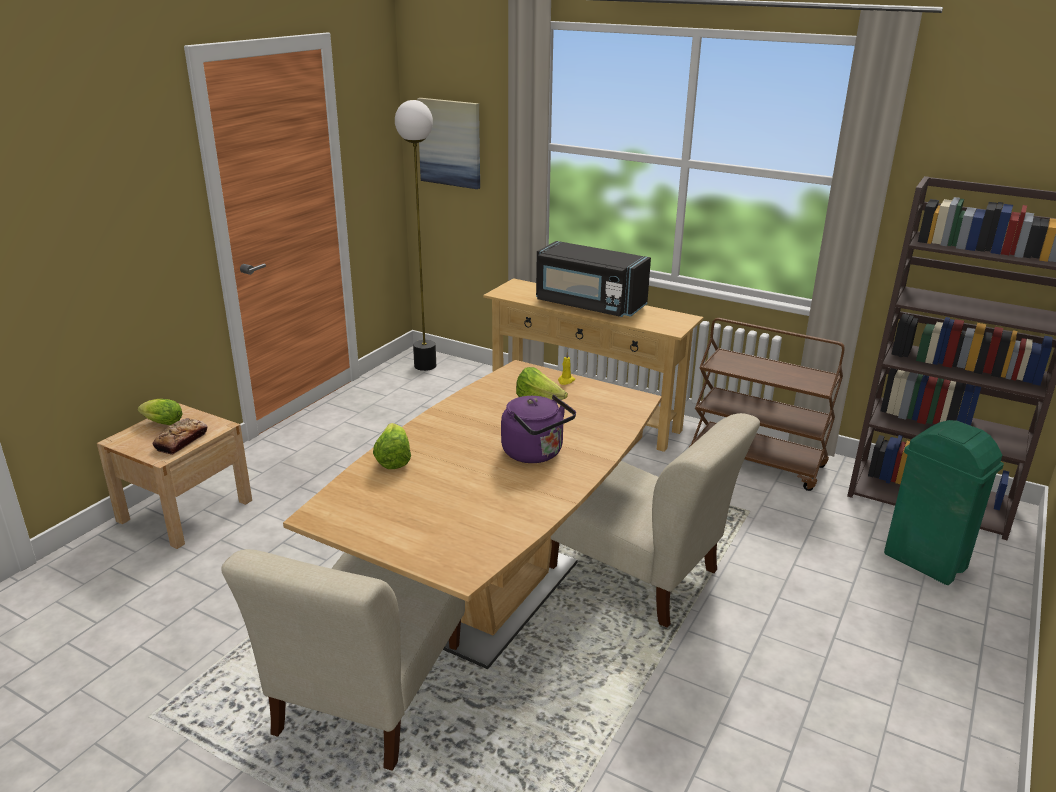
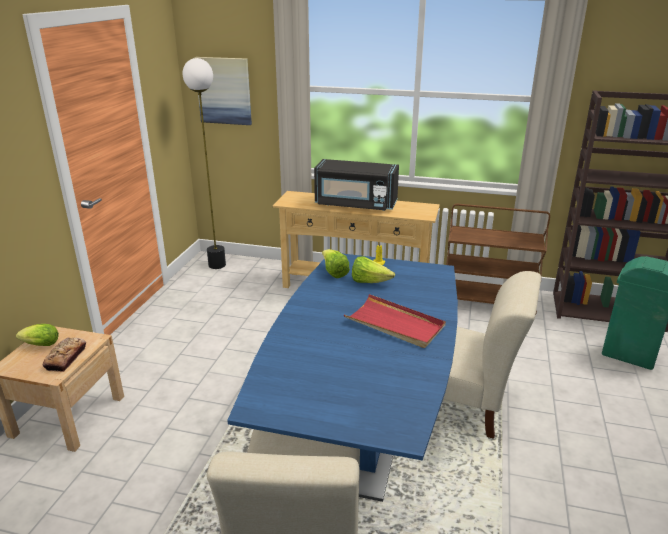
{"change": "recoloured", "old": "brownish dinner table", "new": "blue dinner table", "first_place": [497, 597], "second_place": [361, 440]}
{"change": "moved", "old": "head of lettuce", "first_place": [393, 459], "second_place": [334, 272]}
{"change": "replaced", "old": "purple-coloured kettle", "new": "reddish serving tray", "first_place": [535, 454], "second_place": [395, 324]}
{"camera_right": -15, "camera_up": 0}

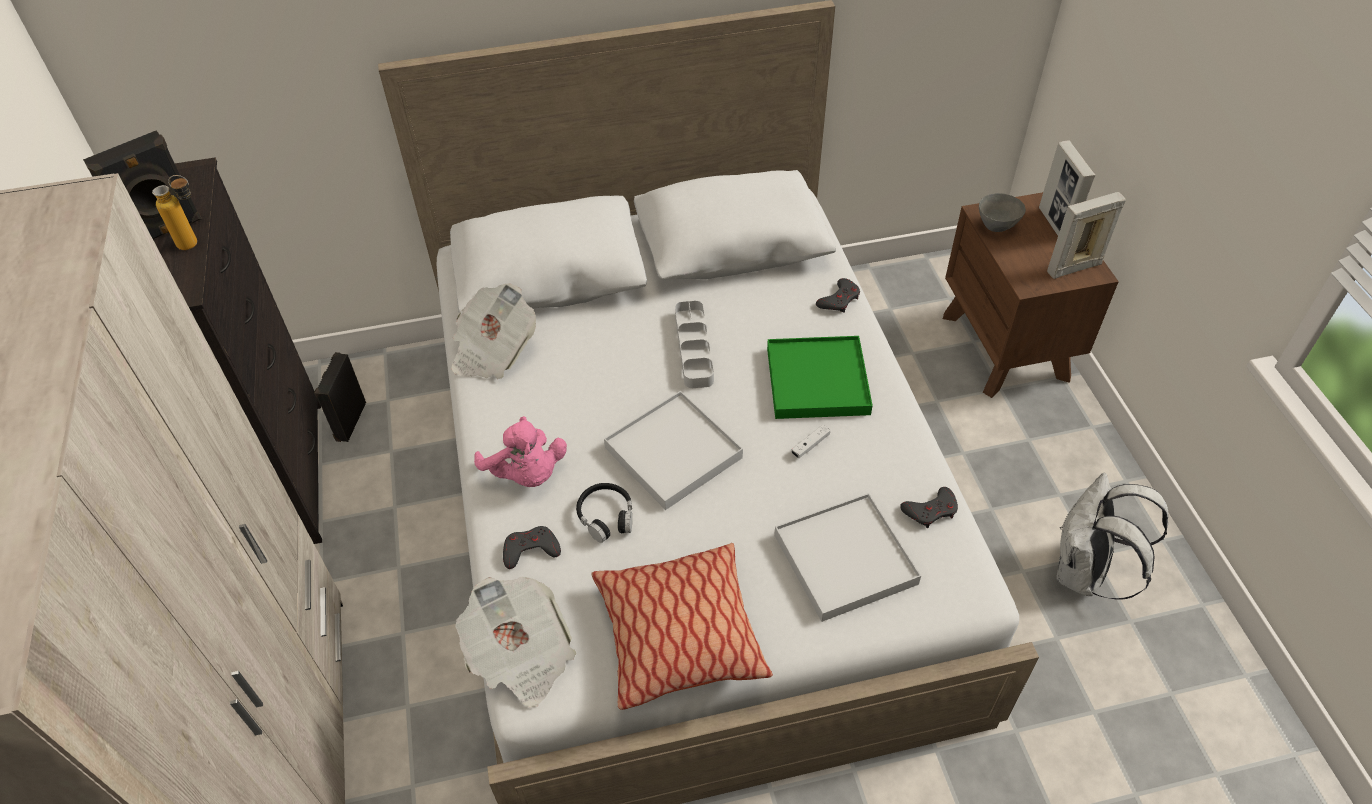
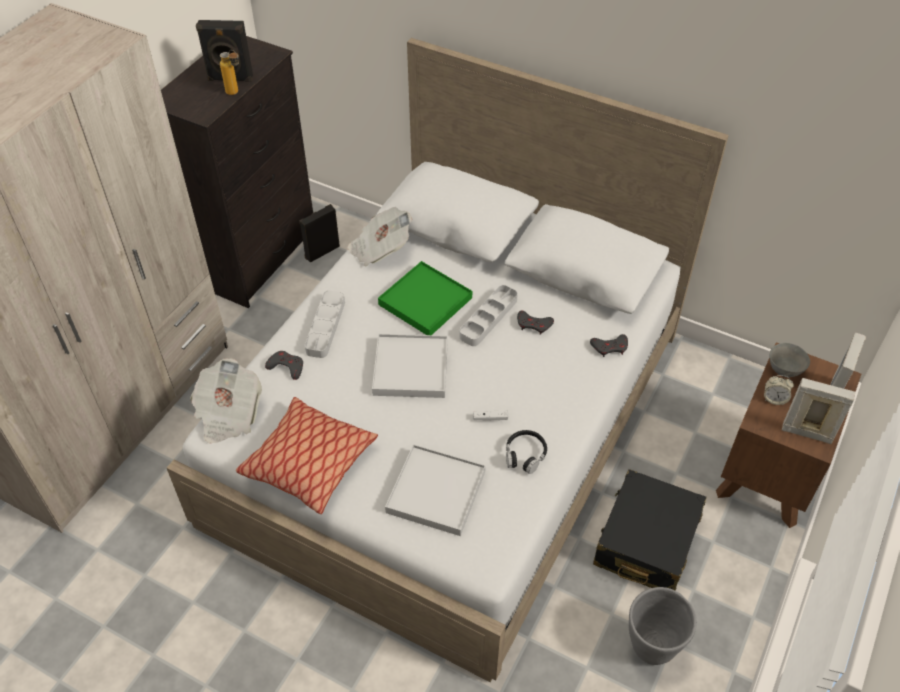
{"change": "replaced", "old": "pink-coloured plush toy", "new": "grey serving tray", "first_place": [526, 474], "second_place": [325, 326]}
{"change": "moved", "old": "green serving tray", "first_place": [817, 381], "second_place": [425, 301]}
{"change": "moved", "old": "blackish headphones", "first_place": [606, 516], "second_place": [525, 455]}
{"change": "moved", "old": "grey gamepad", "first_place": [931, 510], "second_place": [534, 324]}
{"change": "added", "new": "blackish travel case", "second_place": [646, 542]}
{"change": "replaced", "old": "whitish backpack", "new": "grey plant pot", "first_place": [1084, 573], "second_place": [651, 647]}
{"change": "added", "new": "alarm clock", "second_place": [774, 399]}
{"camera_right": 40, "camera_up": 0}

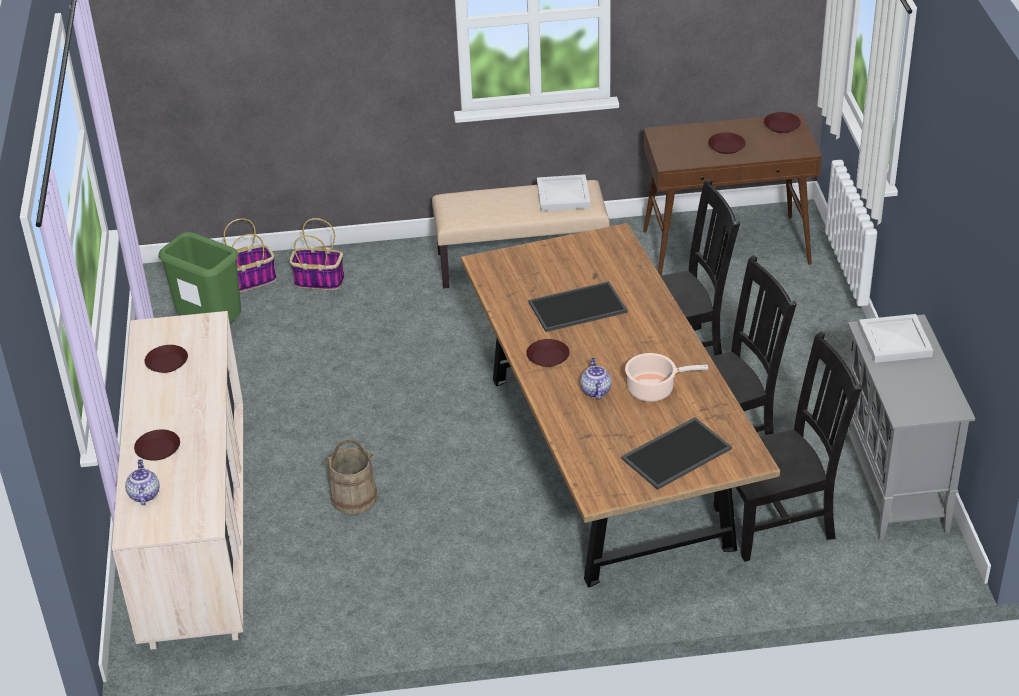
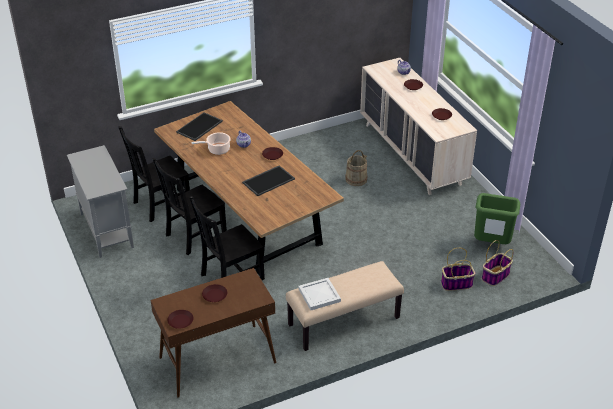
{"change": "removed", "old": "whitish serving tray", "first_place": [893, 340]}
{"camera_right": 160, "camera_up": 0}

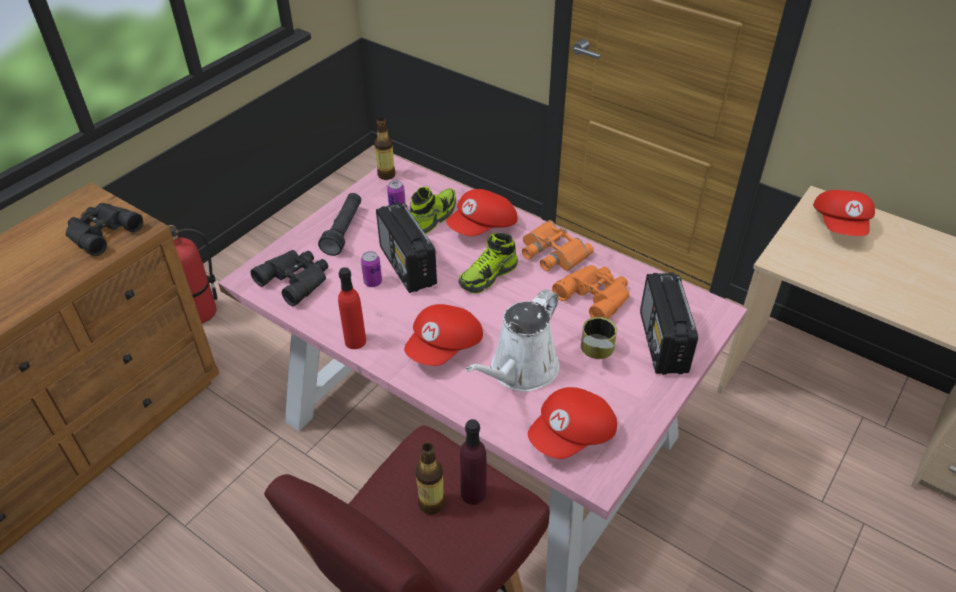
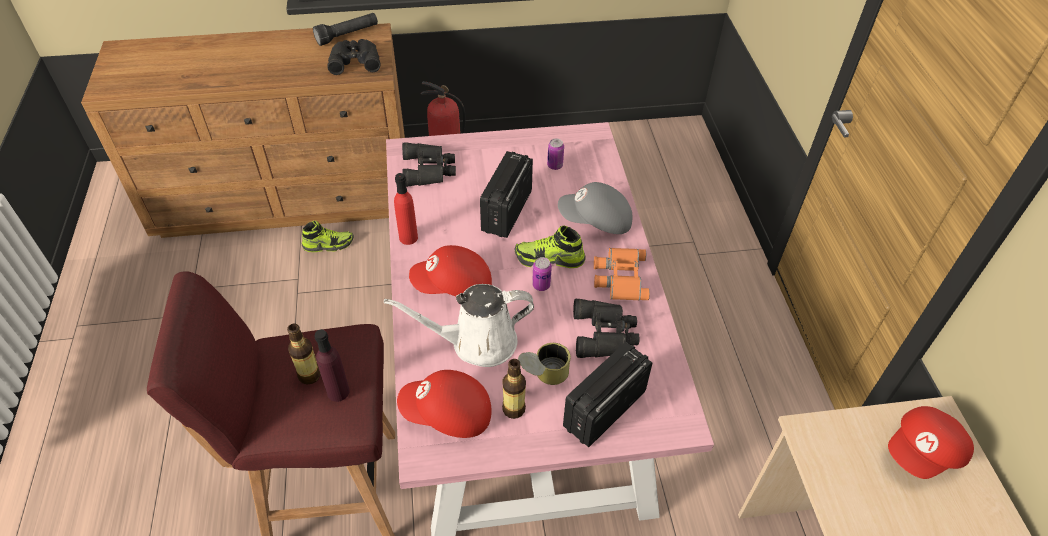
{"change": "moved", "old": "item of footwear", "first_place": [433, 217], "second_place": [328, 244]}
{"change": "moved", "old": "blackish hand torch", "first_place": [344, 230], "second_place": [347, 35]}
{"change": "moved", "old": "bottle", "first_place": [386, 175], "second_place": [513, 409]}
{"change": "moved", "old": "sealed can", "first_place": [373, 282], "second_place": [541, 285]}
{"change": "recoloured", "old": "reddish peaked cap", "new": "grey peaked cap", "first_place": [483, 227], "second_place": [596, 221]}
{"change": "recoloured", "old": "orangey binoculars", "new": "blackish binoculars", "first_place": [595, 295], "second_place": [605, 334]}
{"camera_right": 45, "camera_up": 5}

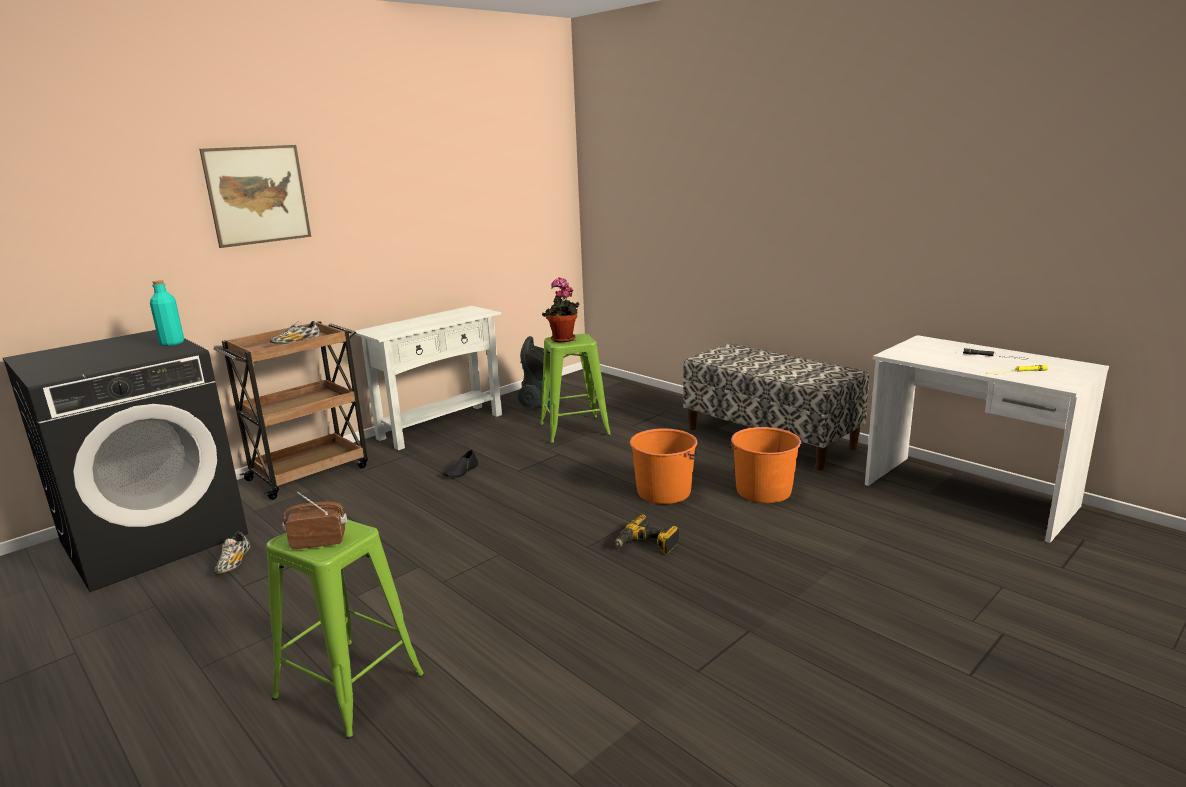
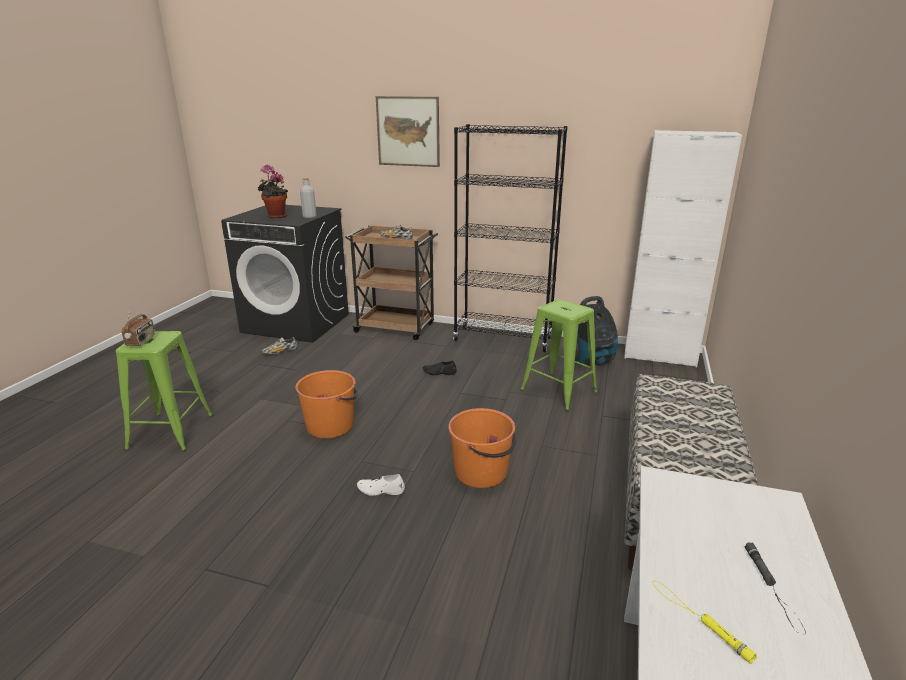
{"change": "turned", "old": "radio", "first_place": [319, 541], "second_place": [141, 341], "degrees": 45}
{"change": "moved", "old": "potted plant", "first_place": [563, 340], "second_place": [275, 216]}
{"change": "moved", "old": "orangey bucket", "first_place": [763, 491], "second_place": [331, 425]}
{"change": "recoloured", "old": "turquoise bottle", "new": "grey bottle", "first_place": [172, 343], "second_place": [309, 217]}
{"change": "replaced", "old": "drill", "new": "whitish item of footwear", "first_place": [647, 545], "second_place": [381, 490]}
{"change": "replaced", "old": "whitish console table", "new": "blackish shelving unit", "first_place": [441, 426], "second_place": [503, 339]}
{"change": "added", "new": "whitish storage cabinet", "second_place": [659, 356]}
{"camera_right": 60, "camera_up": 5}

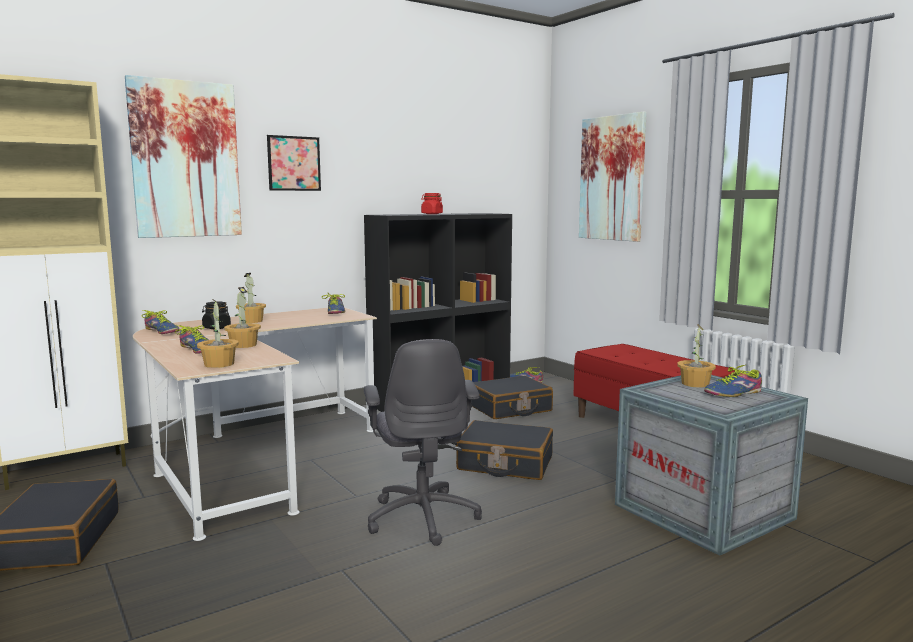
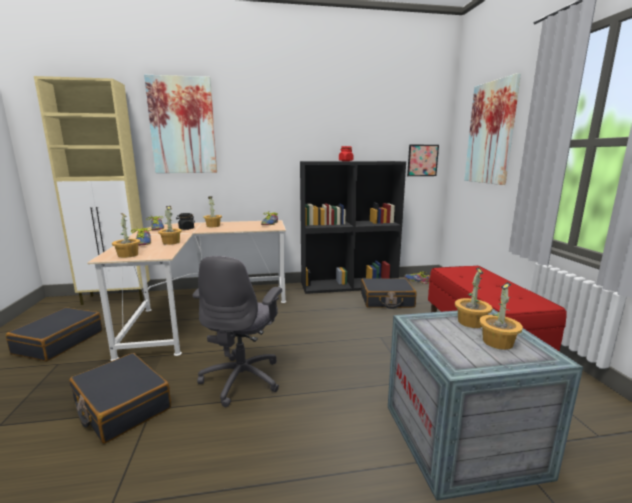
{"change": "moved", "old": "blackish travel case", "first_place": [505, 463], "second_place": [122, 406]}
{"change": "moved", "old": "wall art", "first_place": [294, 163], "second_place": [422, 160]}
{"change": "replaced", "old": "item of footwear", "new": "potted plant", "first_place": [733, 393], "second_place": [498, 342]}
{"camera_right": 25, "camera_up": 5}

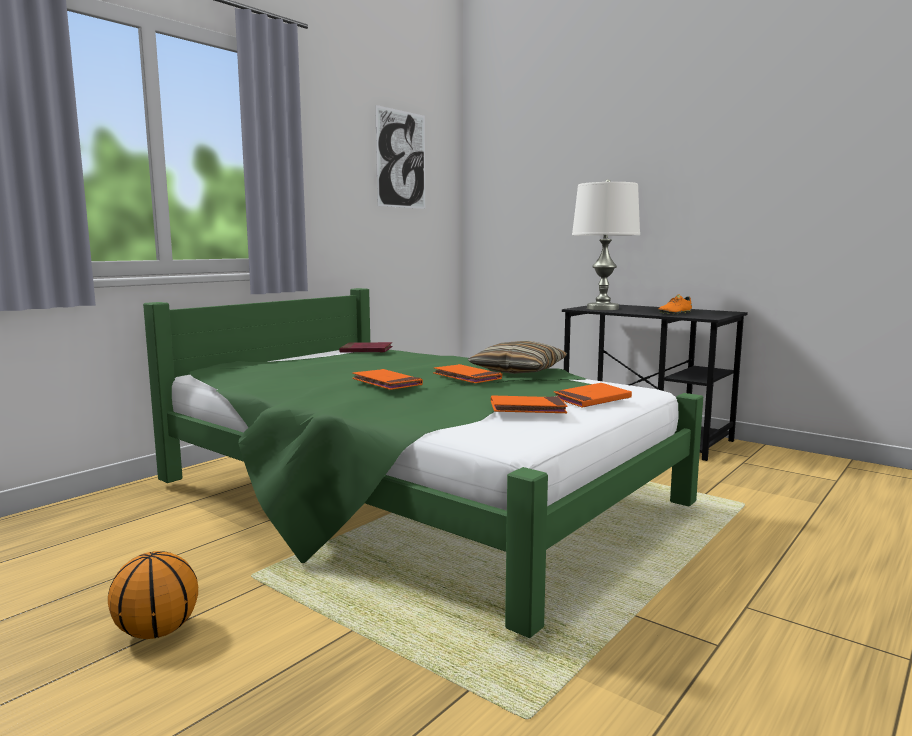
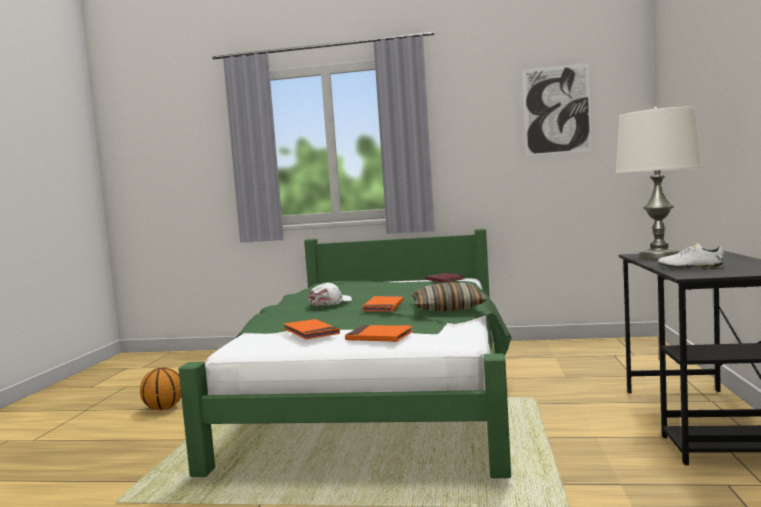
{"change": "replaced", "old": "orangey bound book", "new": "whitish peaked cap", "first_place": [387, 383], "second_place": [330, 302]}
{"change": "recoloured", "old": "orangey item of footwear", "new": "whitish item of footwear", "first_place": [675, 313], "second_place": [690, 267]}
{"camera_right": 60, "camera_up": -5}

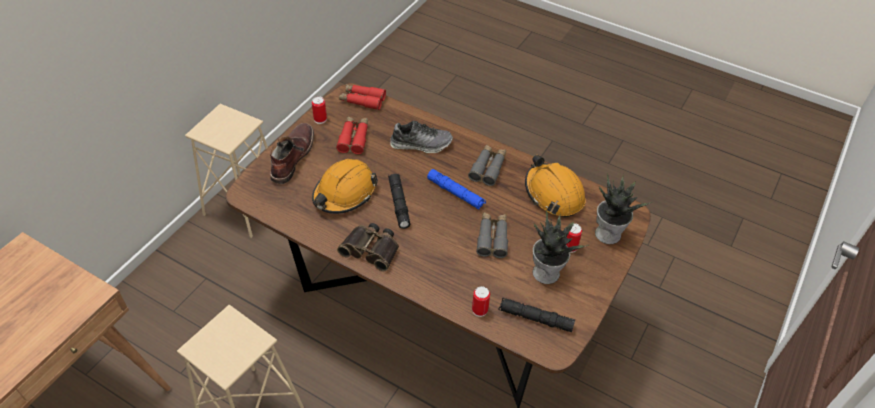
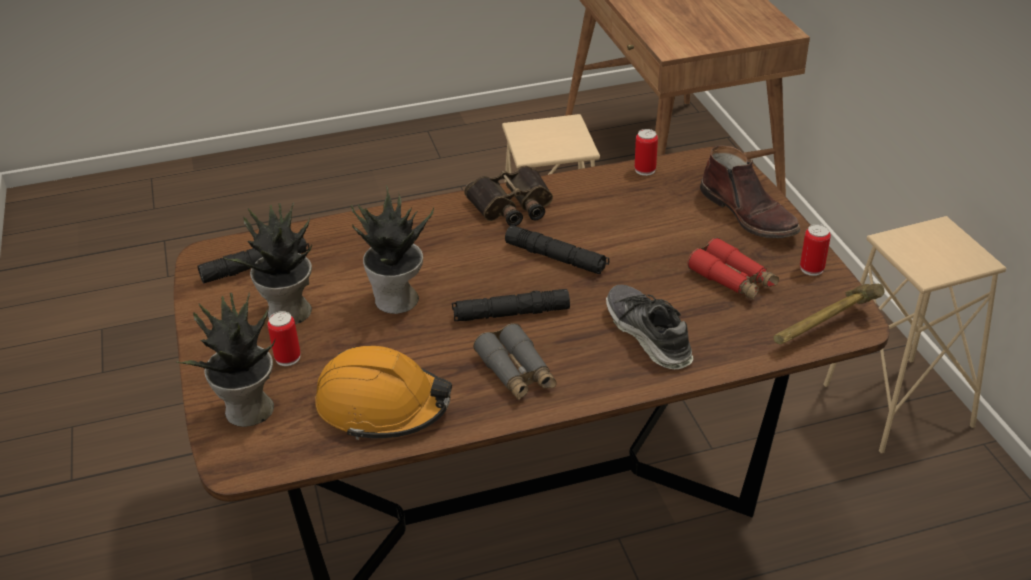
{"change": "replaced", "old": "grey binoculars", "new": "potted plant", "first_place": [492, 238], "second_place": [398, 301]}
{"change": "recoloured", "old": "blue hand torch", "new": "blackish hand torch", "first_place": [455, 193], "second_place": [511, 313]}
{"change": "turned", "old": "item of footwear", "first_place": [421, 144], "second_place": [647, 335], "degrees": 105}
{"change": "moved", "old": "sealed can", "first_place": [479, 310], "second_place": [645, 170]}
{"change": "replaced", "old": "reddish binoculars", "new": "hand hammer", "first_place": [362, 100], "second_place": [822, 329]}
{"change": "removed", "old": "orangey work helmet", "first_place": [344, 193]}
{"camera_right": 135, "camera_up": -10}

